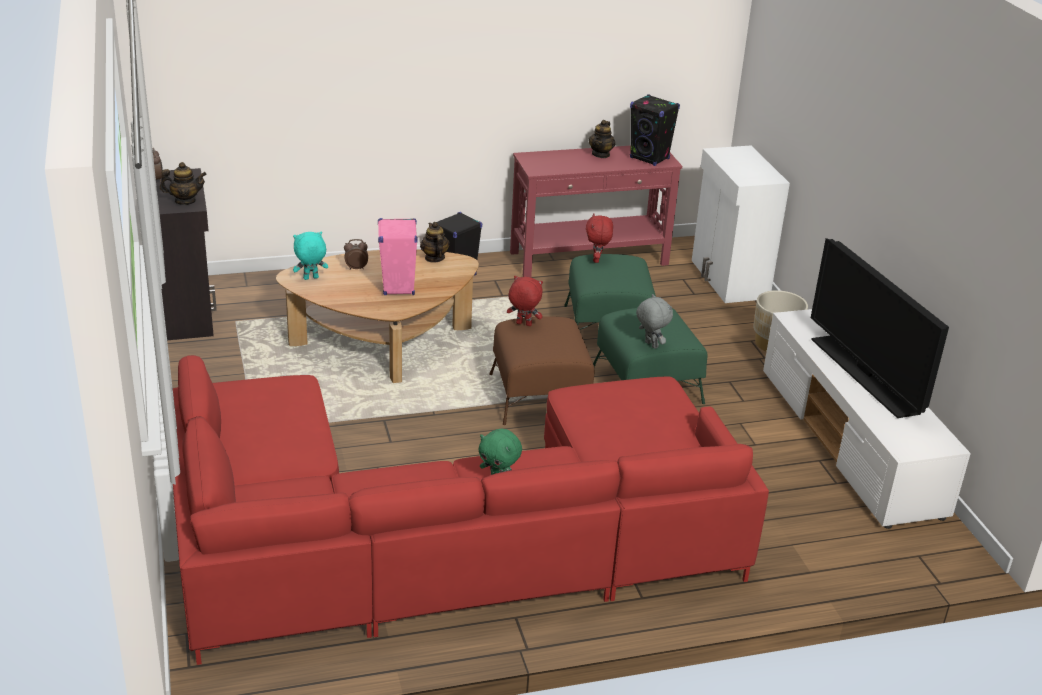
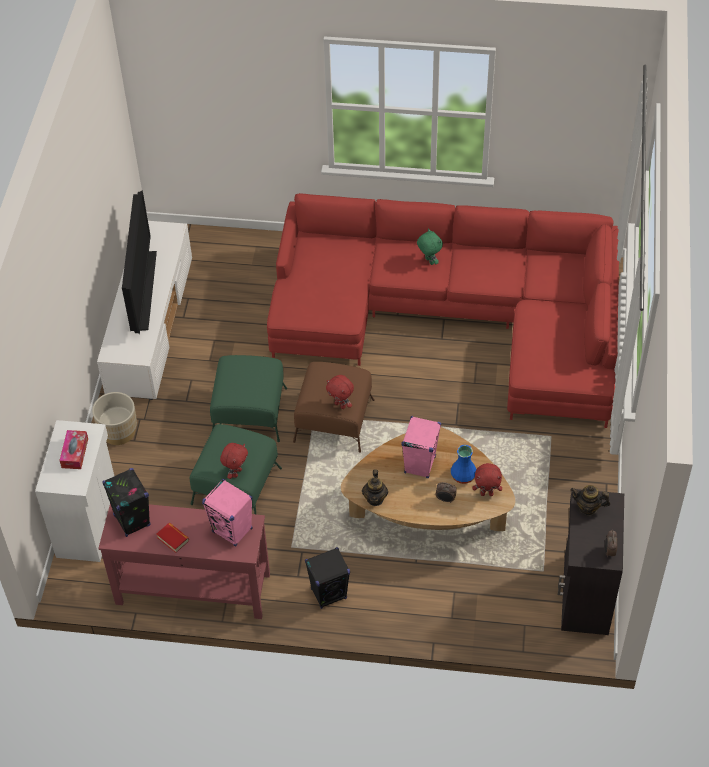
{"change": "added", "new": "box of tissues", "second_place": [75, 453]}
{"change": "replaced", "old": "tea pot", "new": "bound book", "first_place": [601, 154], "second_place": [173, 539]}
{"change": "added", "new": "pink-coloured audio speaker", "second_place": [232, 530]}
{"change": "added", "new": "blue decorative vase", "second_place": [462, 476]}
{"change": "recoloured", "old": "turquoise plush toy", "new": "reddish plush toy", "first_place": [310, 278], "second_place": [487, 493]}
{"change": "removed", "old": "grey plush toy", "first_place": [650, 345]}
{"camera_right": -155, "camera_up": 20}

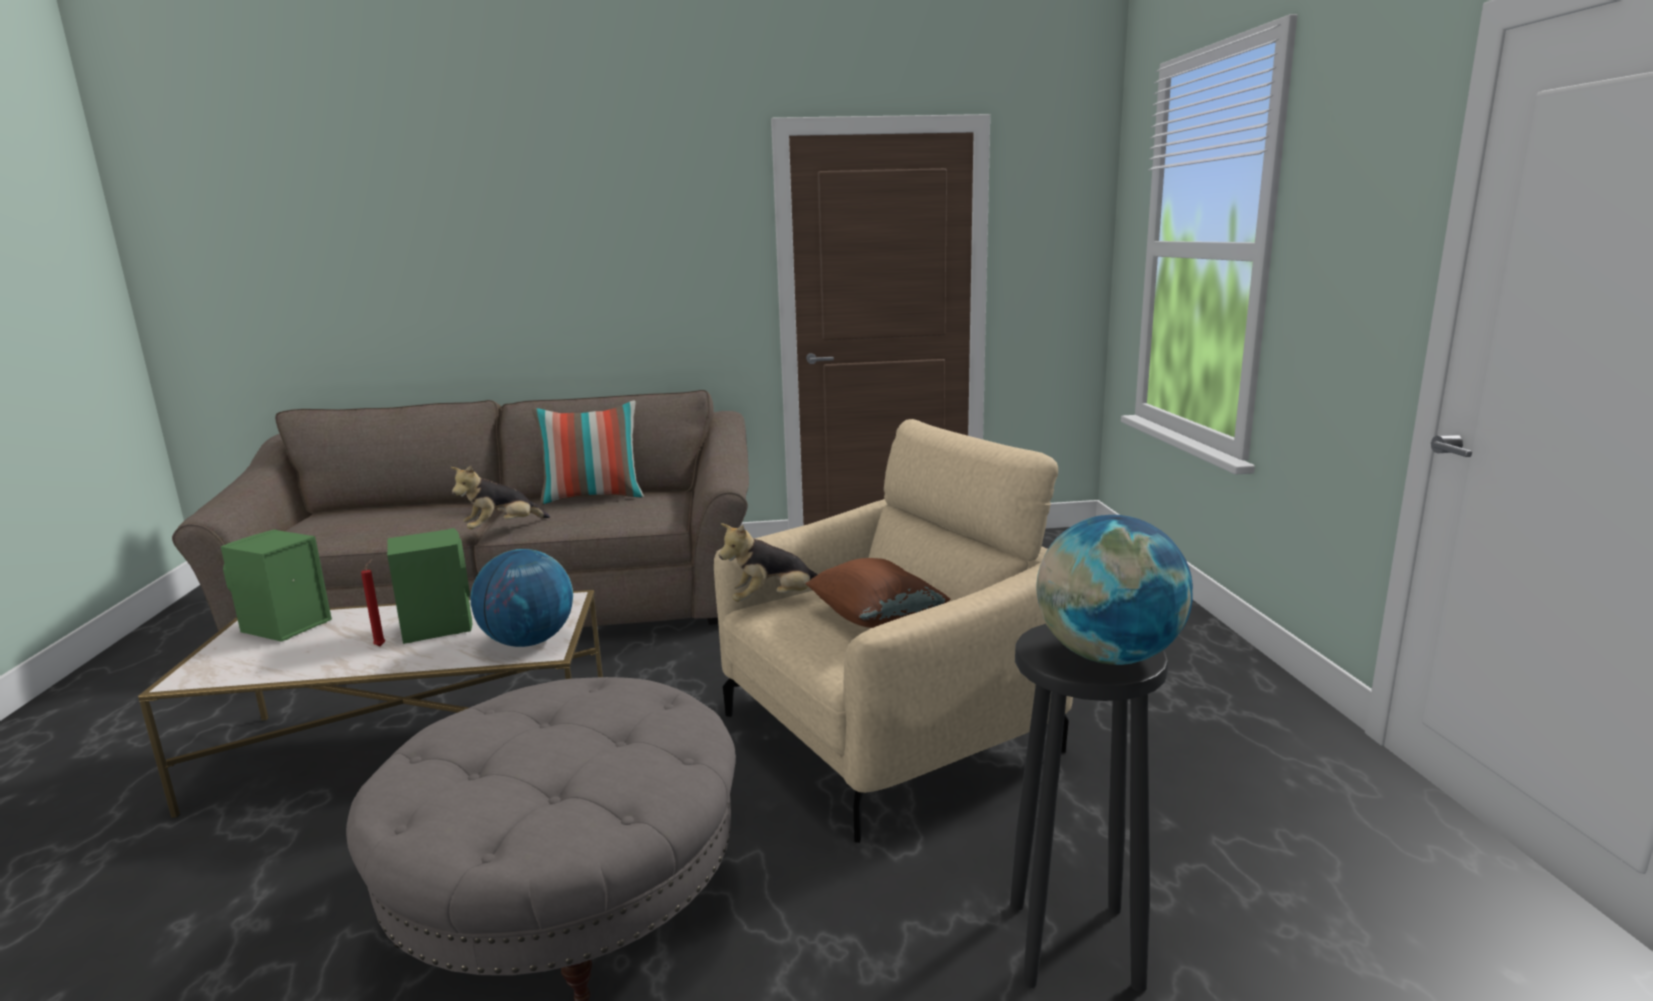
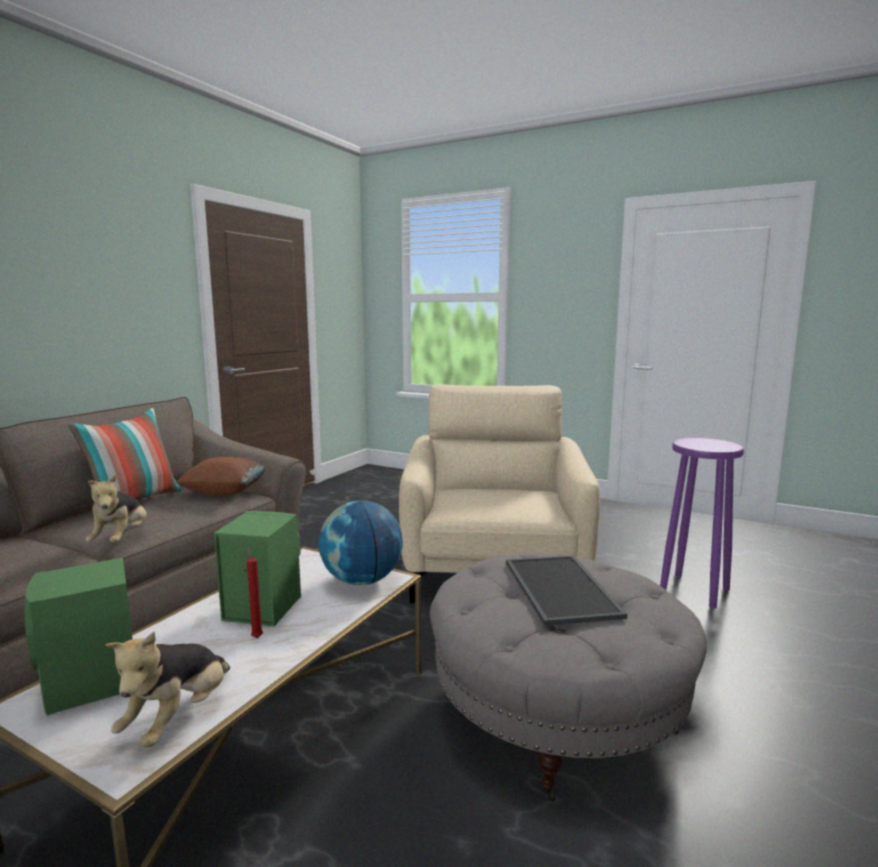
{"change": "moved", "old": "plush toy", "first_place": [774, 601], "second_place": [178, 718]}
{"change": "moved", "old": "brownish pillow", "first_place": [875, 618], "second_place": [225, 492]}
{"change": "added", "new": "serving tray", "second_place": [563, 588]}
{"change": "recoloured", "old": "blackish sitting stool", "new": "purple-coloured sitting stool", "first_place": [1072, 943], "second_place": [694, 591]}
{"change": "removed", "old": "world globe", "first_place": [1108, 656]}
{"camera_right": -55, "camera_up": -5}

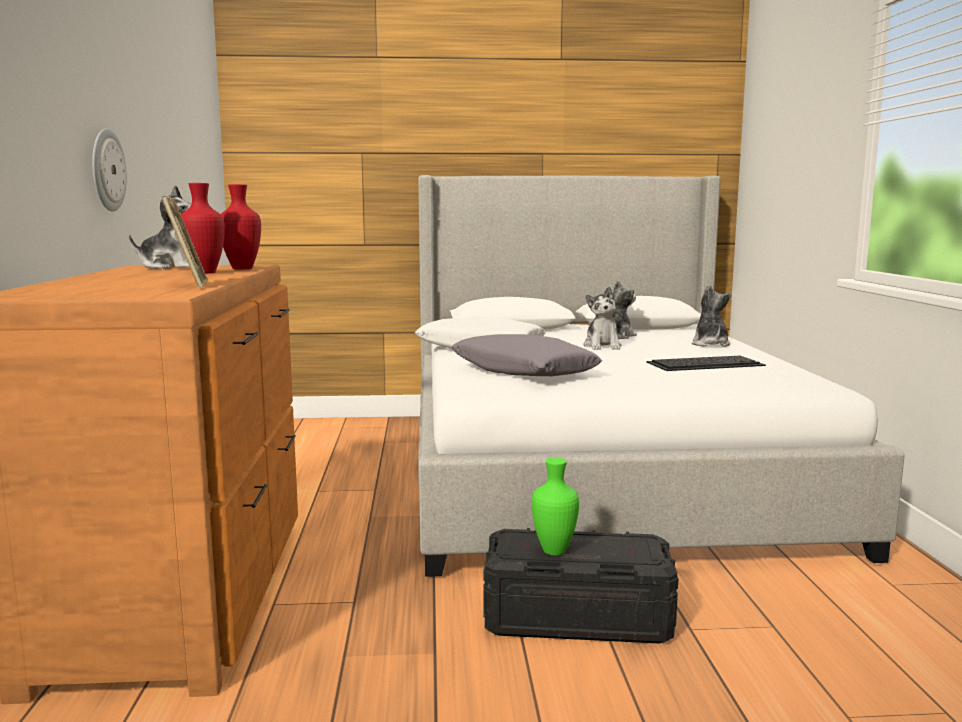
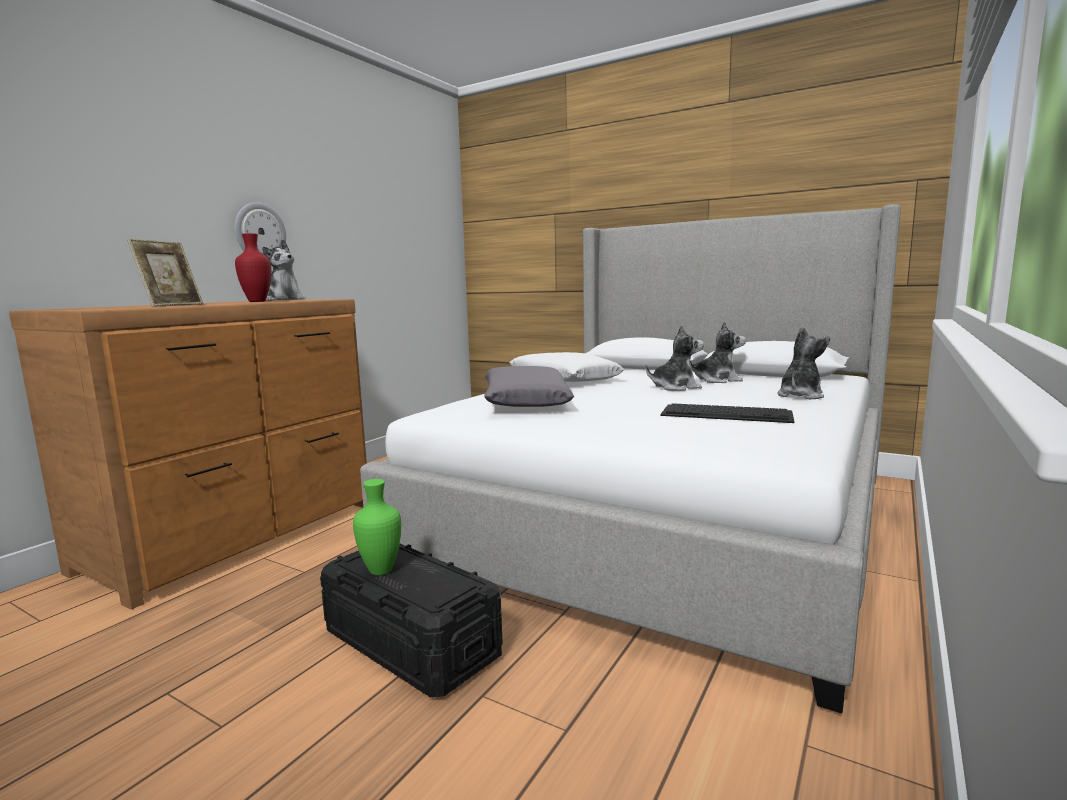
{"change": "turned", "old": "plush toy", "first_place": [602, 346], "second_place": [675, 387], "degrees": -135}
{"change": "removed", "old": "reddish decorative vase", "first_place": [243, 269]}
{"camera_right": 35, "camera_up": 0}

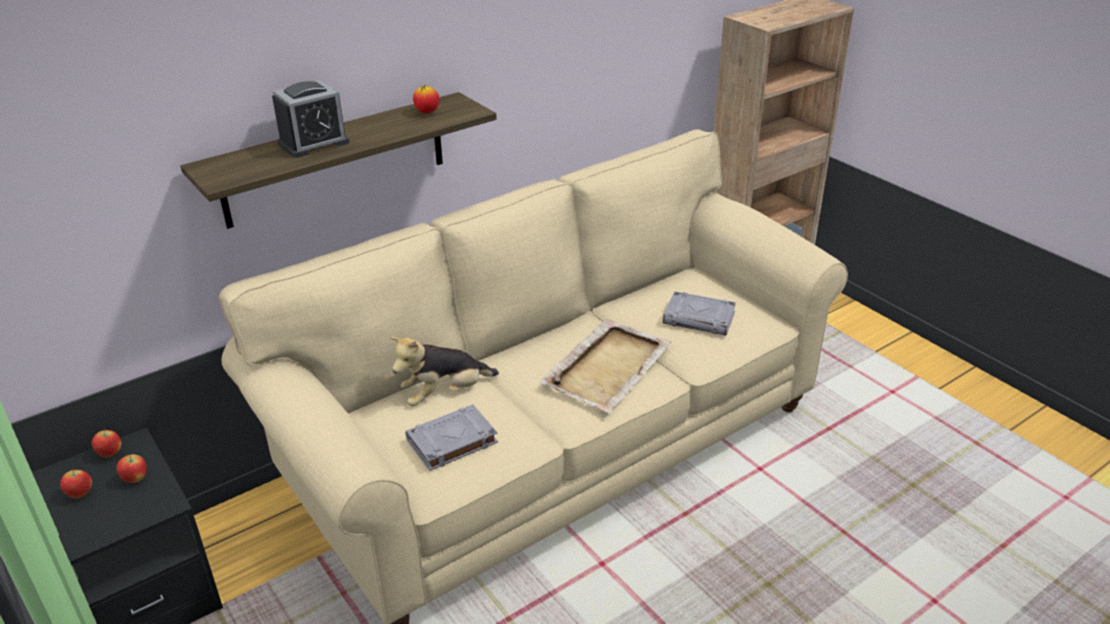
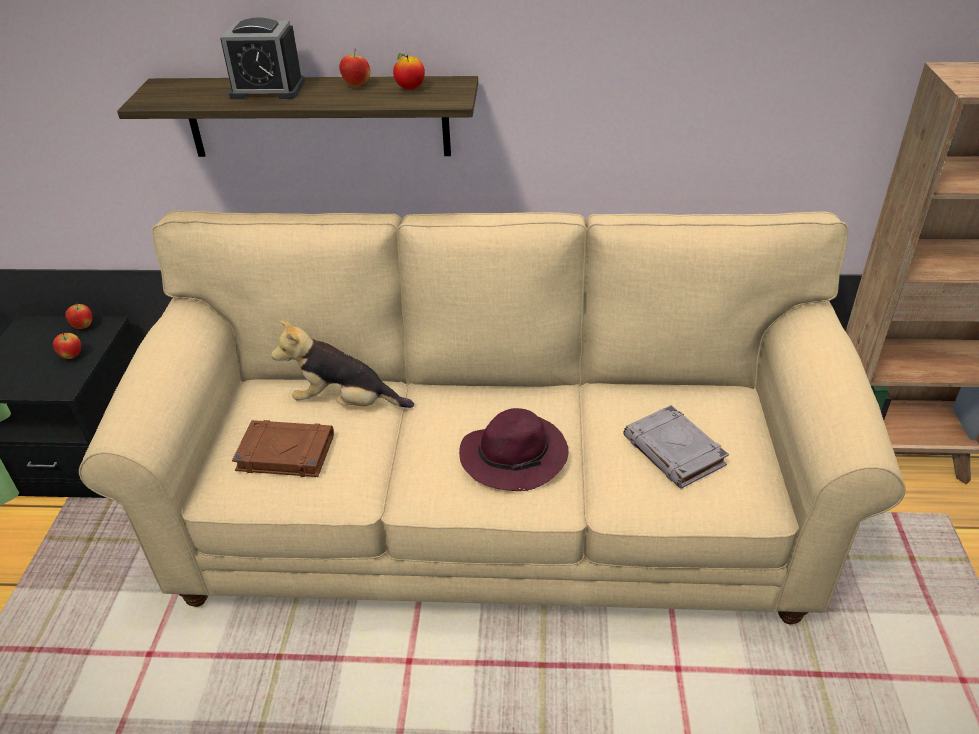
{"change": "recoloured", "old": "grey bound book", "new": "brownish bound book", "first_place": [451, 442], "second_place": [284, 453]}
{"change": "moved", "old": "apple fruit", "first_place": [80, 494], "second_place": [356, 85]}
{"change": "replaced", "old": "sand-coloured serving tray", "new": "purple-coloured wearable hat", "first_place": [608, 367], "second_place": [515, 456]}
{"camera_right": 40, "camera_up": 5}

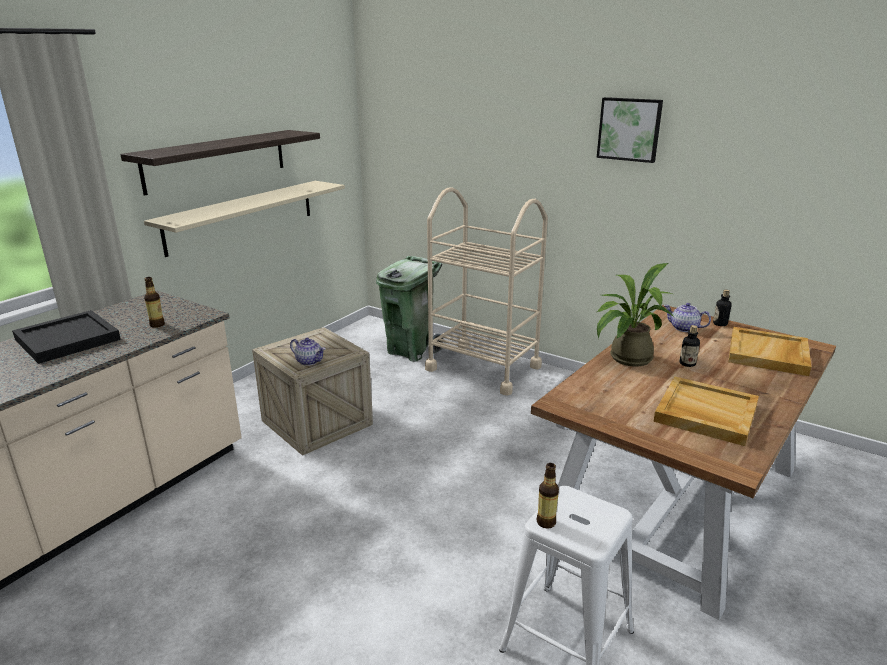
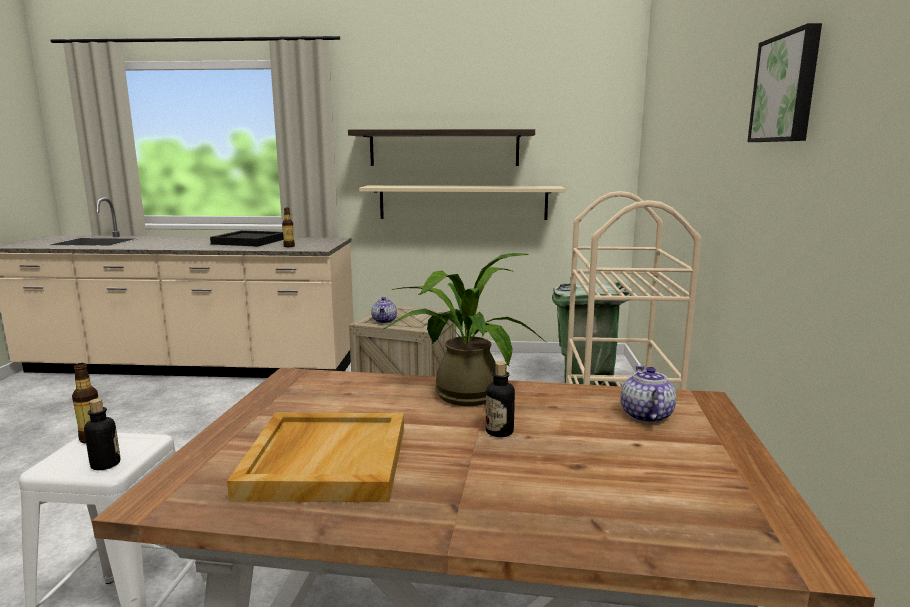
{"change": "moved", "old": "bottle", "first_place": [720, 324], "second_place": [105, 464]}
{"change": "removed", "old": "sand-coloured serving tray", "first_place": [768, 354]}
{"camera_right": 60, "camera_up": -10}

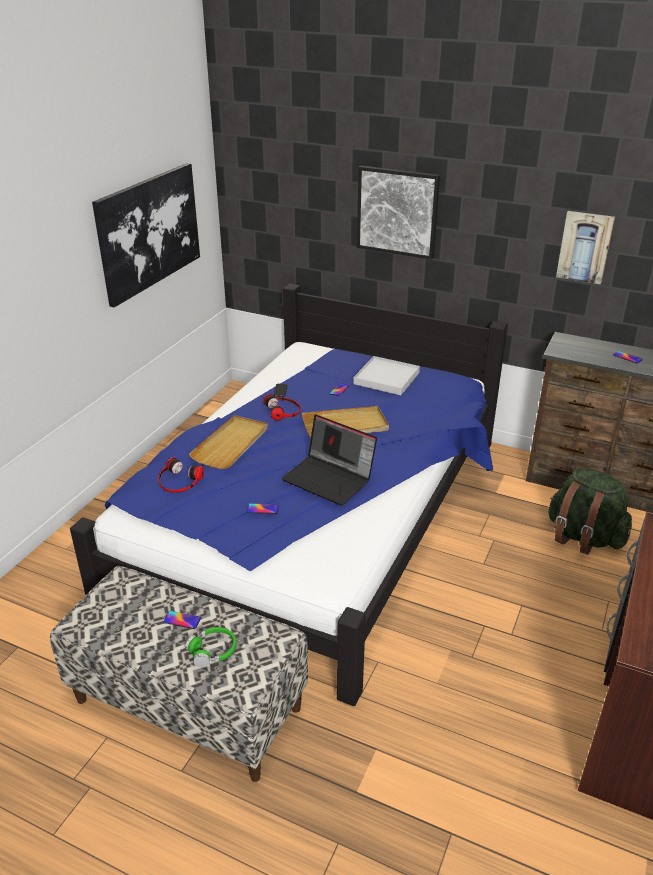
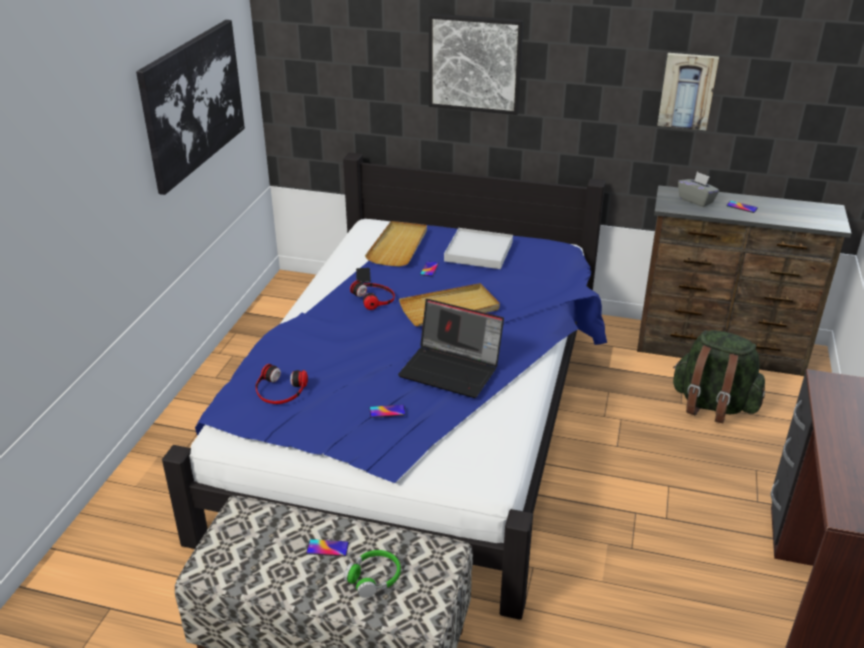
{"change": "moved", "old": "sand-coloured serving tray", "first_place": [231, 444], "second_place": [398, 246]}
{"change": "added", "new": "grey box of tissues", "second_place": [696, 200]}
{"camera_right": -10, "camera_up": 0}

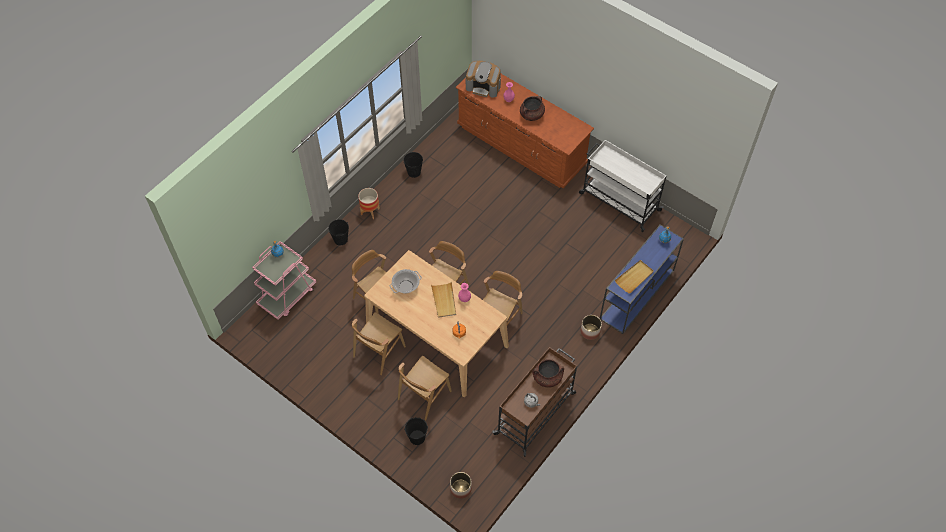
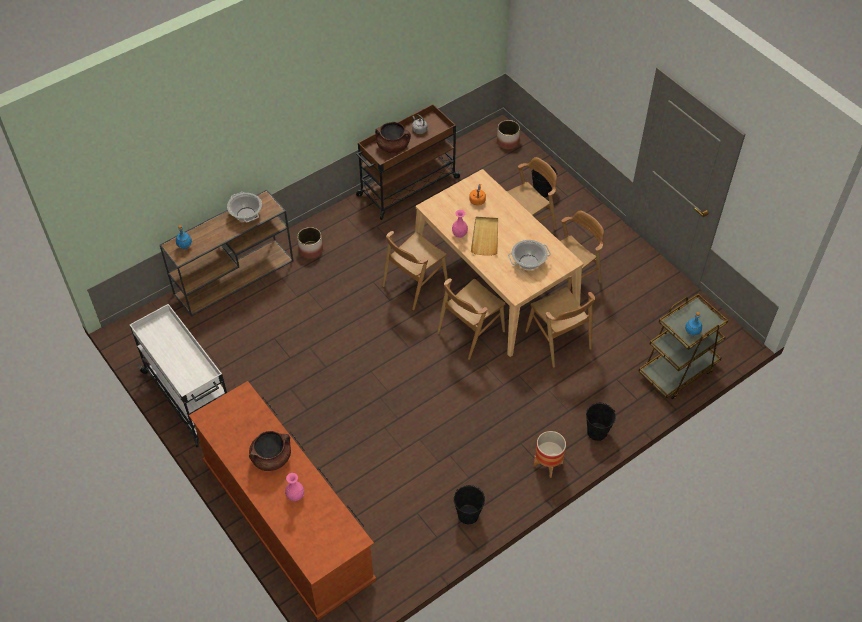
{"change": "recoloured", "old": "blue console table", "new": "brownish console table", "first_place": [636, 295], "second_place": [235, 276]}
{"change": "replaced", "old": "sand-coloured serving tray", "new": "saucepot", "first_place": [634, 277], "second_place": [246, 214]}
{"change": "recoloured", "old": "pink-coloured trolley", "new": "brownish trolley", "first_place": [287, 295], "second_place": [677, 371]}
{"change": "removed", "old": "coffee brewer", "first_place": [483, 86]}
{"camera_right": -165, "camera_up": -5}

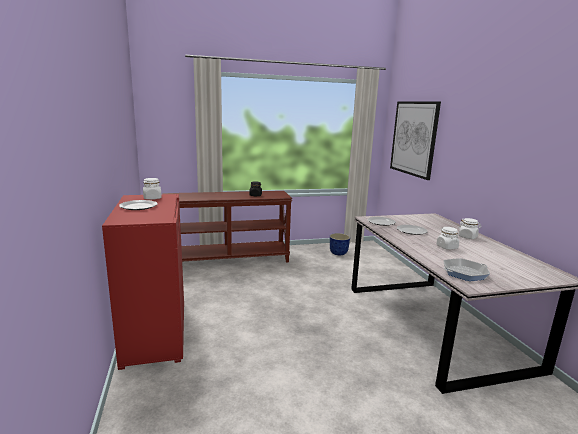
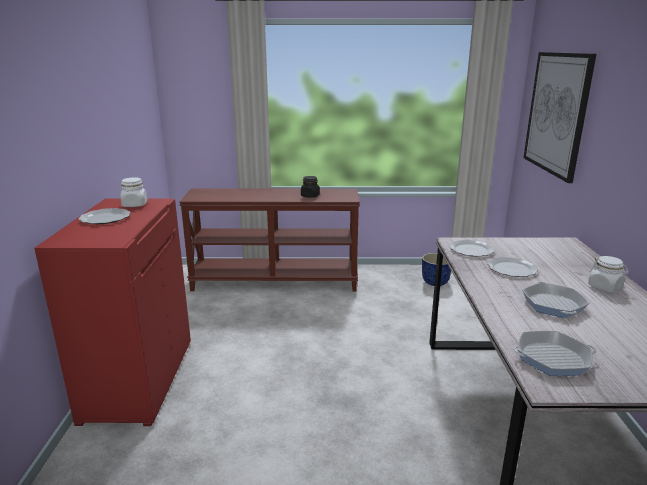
{"change": "replaced", "old": "whitish storage jar", "new": "pan", "first_place": [446, 247], "second_place": [553, 304]}
{"camera_right": 15, "camera_up": 5}

